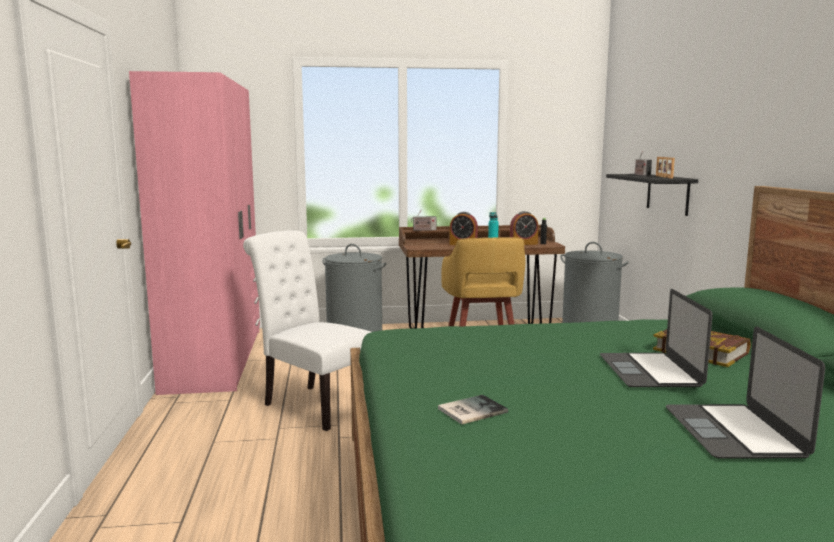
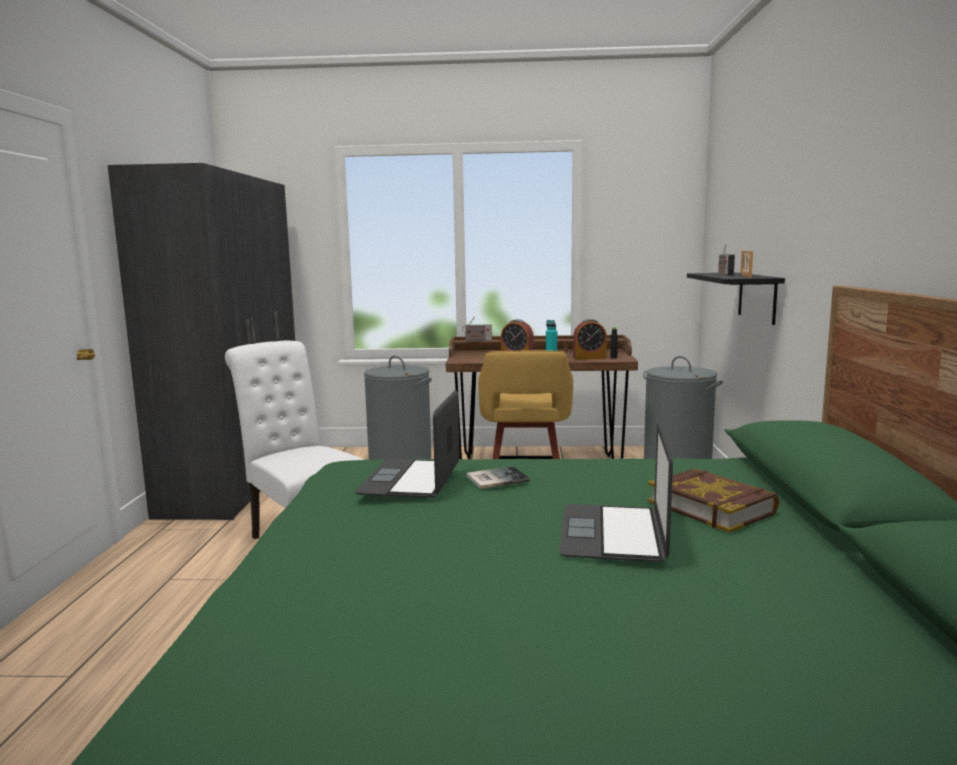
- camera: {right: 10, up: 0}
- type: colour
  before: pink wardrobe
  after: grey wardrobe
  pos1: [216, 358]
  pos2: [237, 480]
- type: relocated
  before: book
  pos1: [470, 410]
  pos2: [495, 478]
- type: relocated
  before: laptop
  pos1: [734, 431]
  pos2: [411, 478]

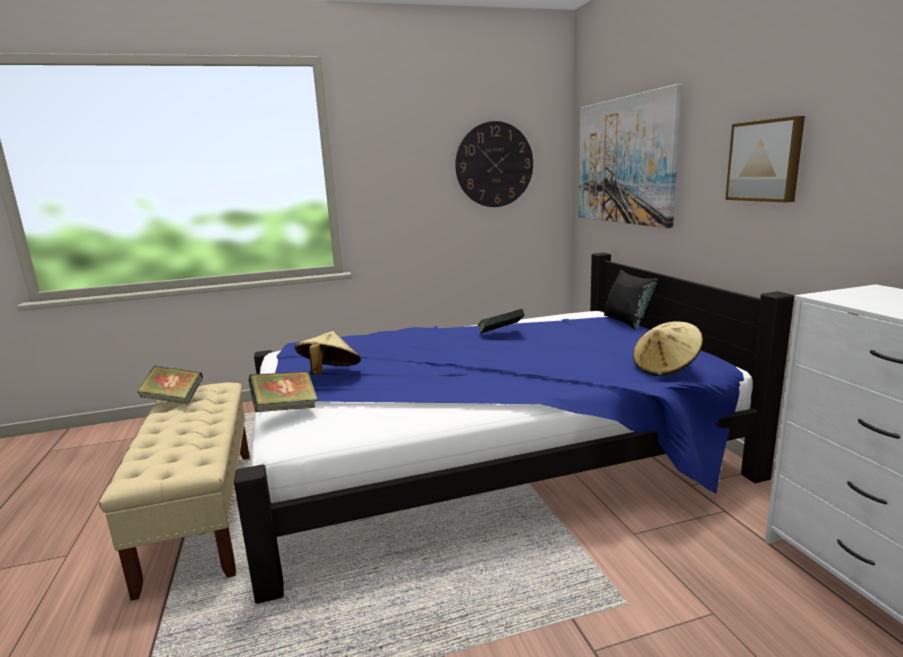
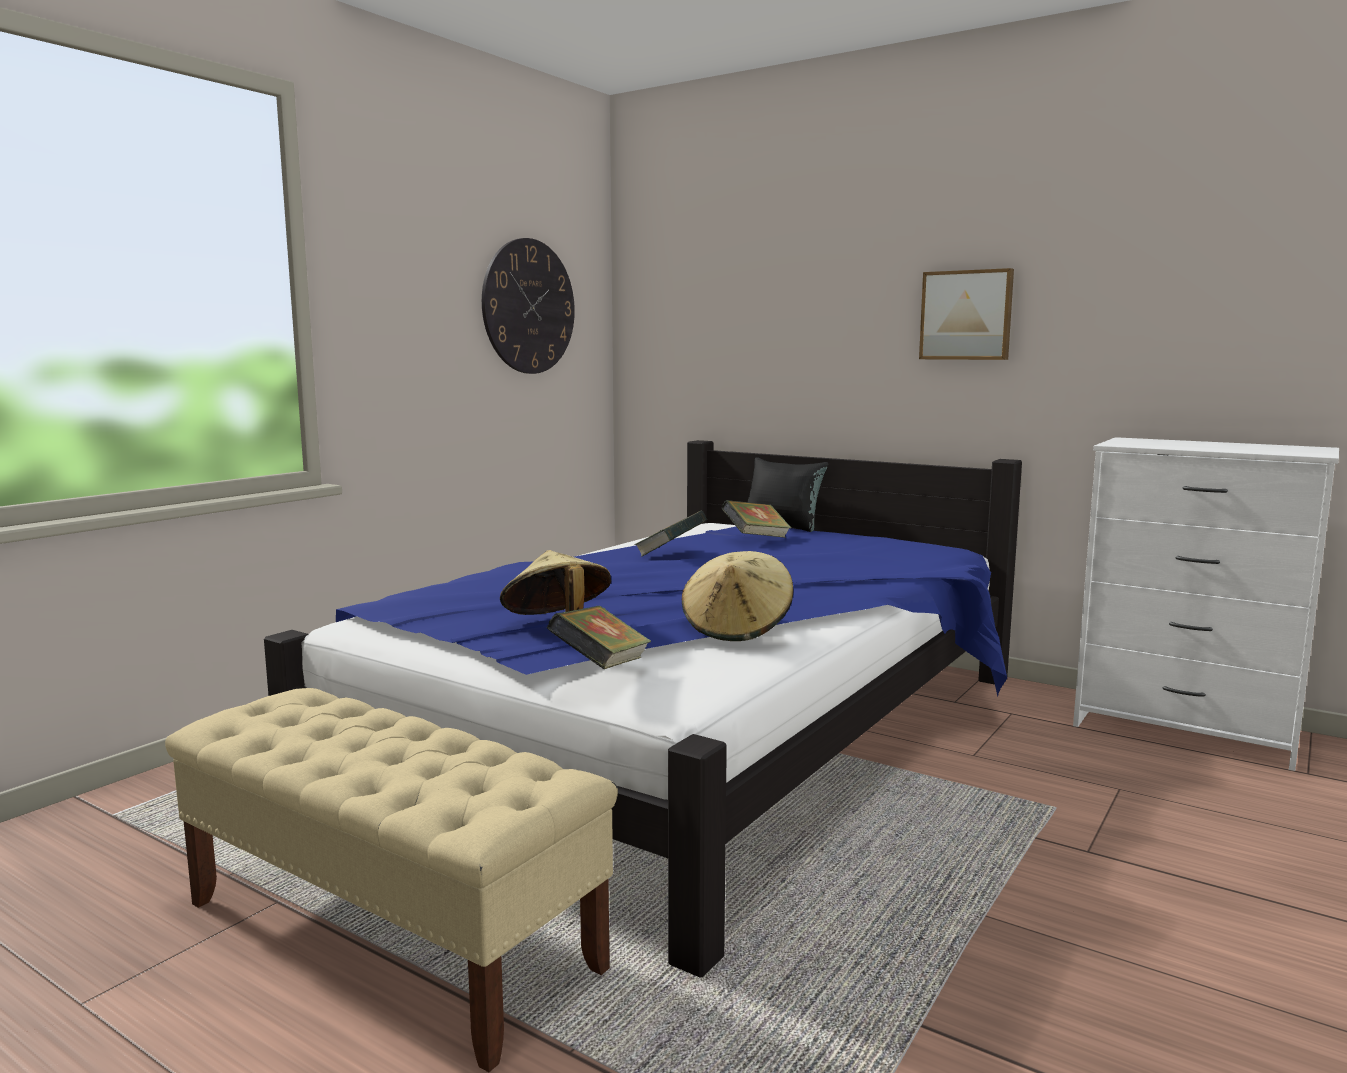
- camera: {right: -40, up: -5}
- type: relocated
  before: book
  pos1: [174, 400]
  pos2: [756, 538]
- type: missing
  before: picture
  pos1: [624, 161]
- type: relocated
  before: beige hat
  pos1: [666, 368]
  pos2: [737, 628]

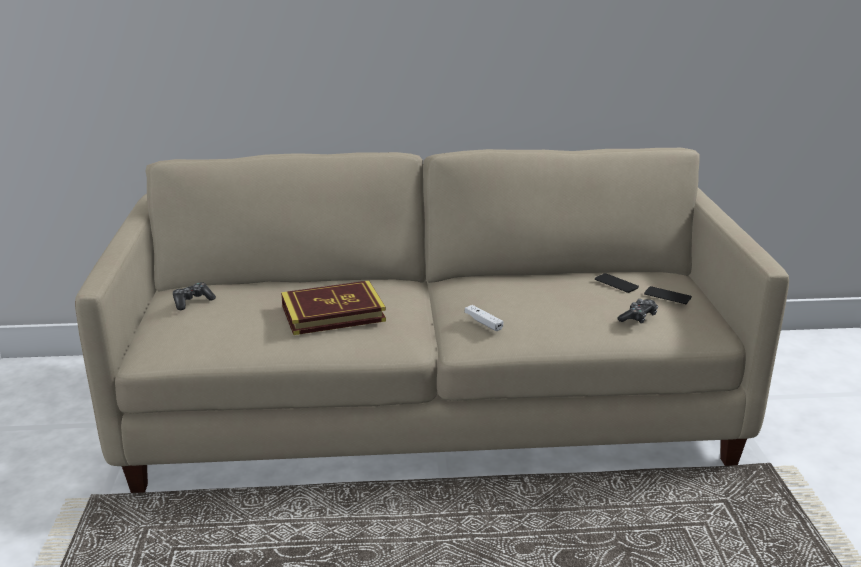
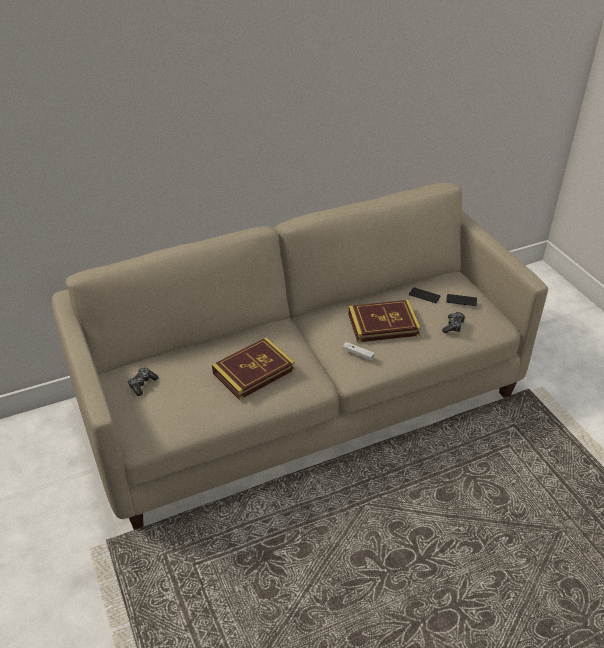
- camera: {right: -20, up: 15}
- type: appeared
  after: book
  pos2: [383, 324]

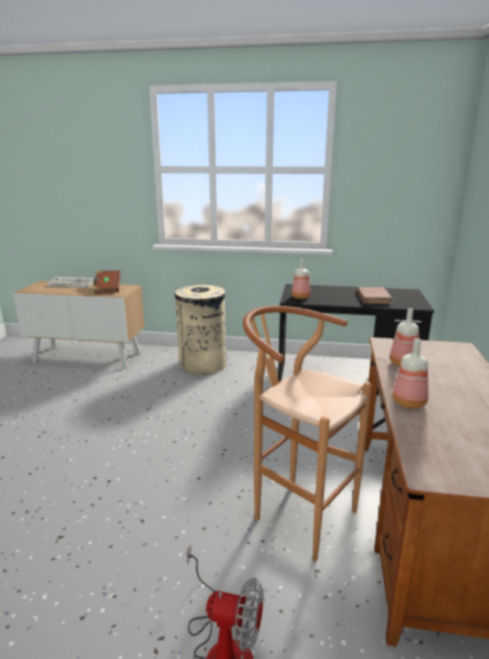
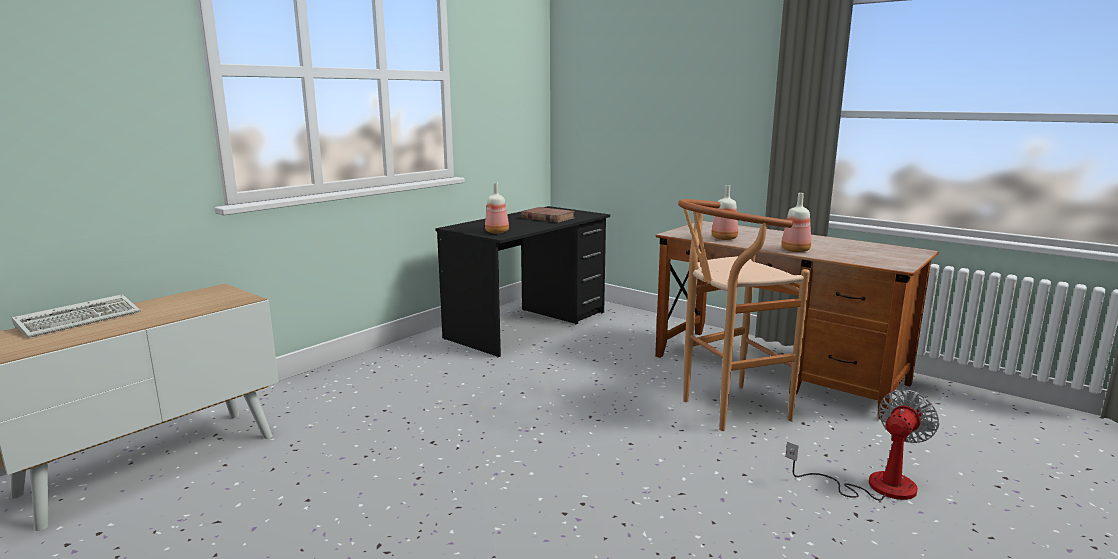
- camera: {right: -60, up: -5}
- type: missing
  before: brown book
  pos1: [107, 289]
- type: missing
  before: beige trash can
  pos1: [202, 364]

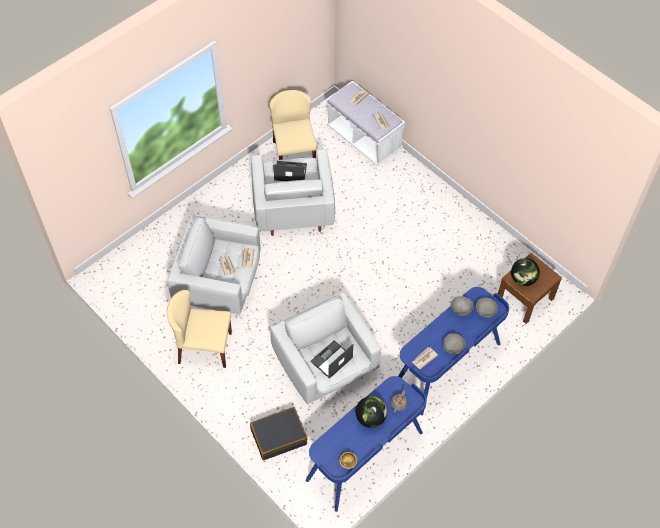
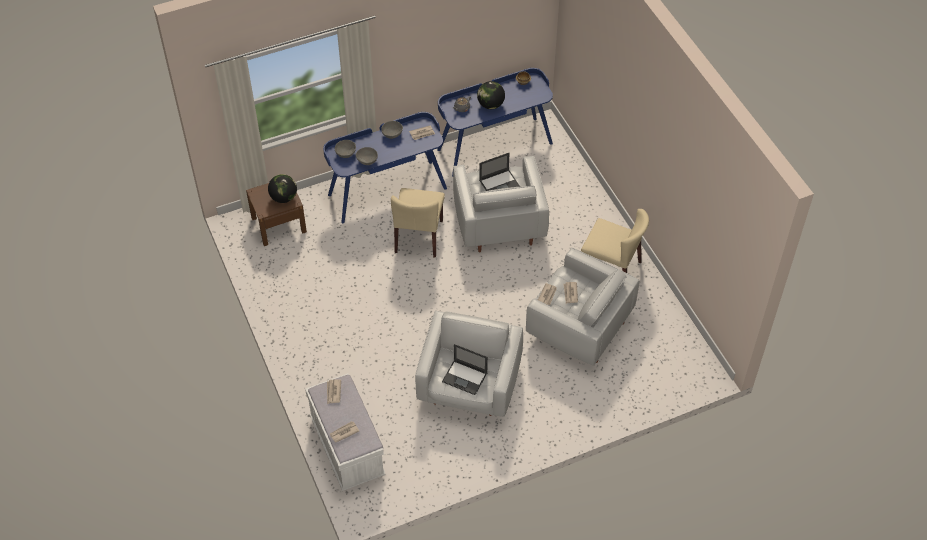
- camera: {right: -160, up: -5}
- type: missing
  before: black suitcase
  pos1: [278, 436]
- type: relocated
  before: beige chair
  pos1: [294, 154]
  pos2: [419, 237]

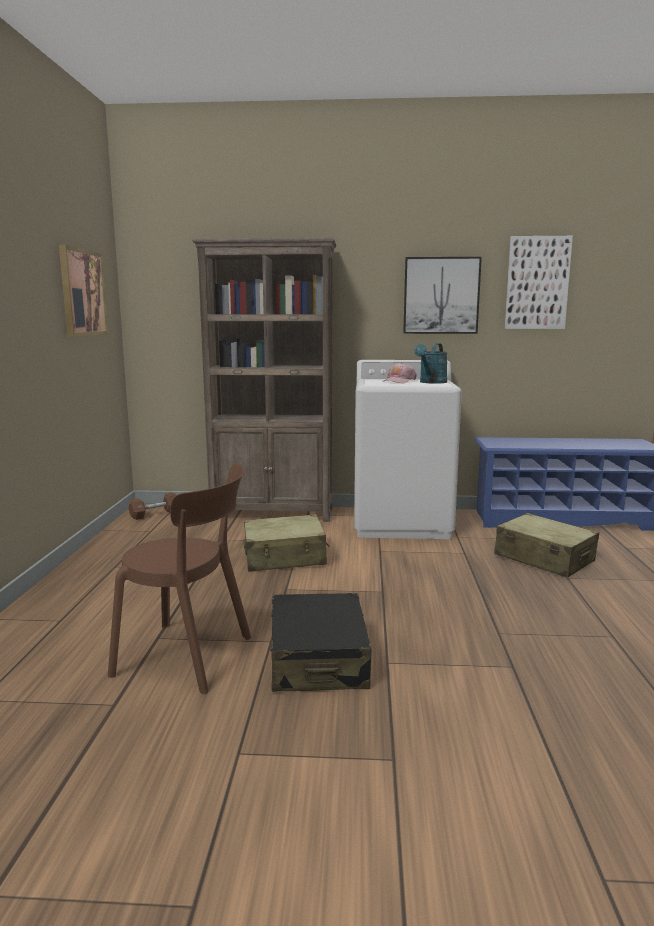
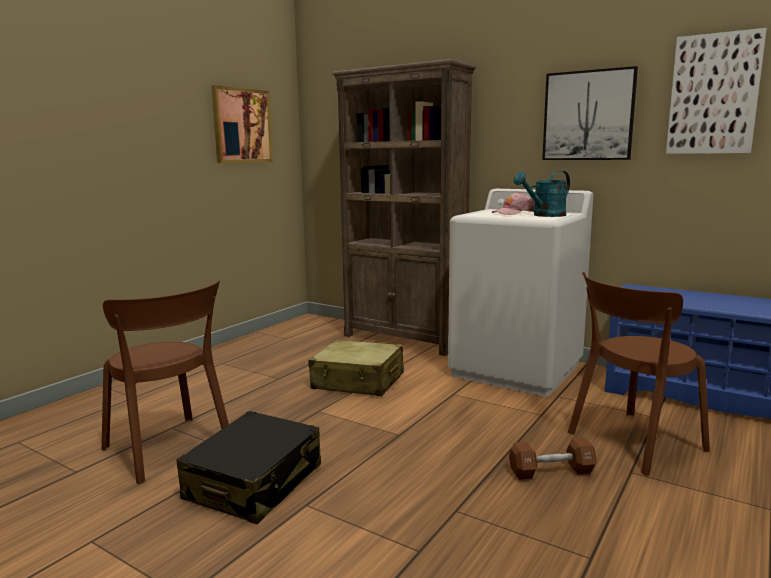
- camera: {right: 30, up: 0}
- type: relocated
  before: brown dumbbell
  pos1: [155, 514]
  pos2: [551, 471]
- type: exchanged
  before: beige suitcase
  after: brown chair
  pos1: [544, 559]
  pos2: [631, 442]

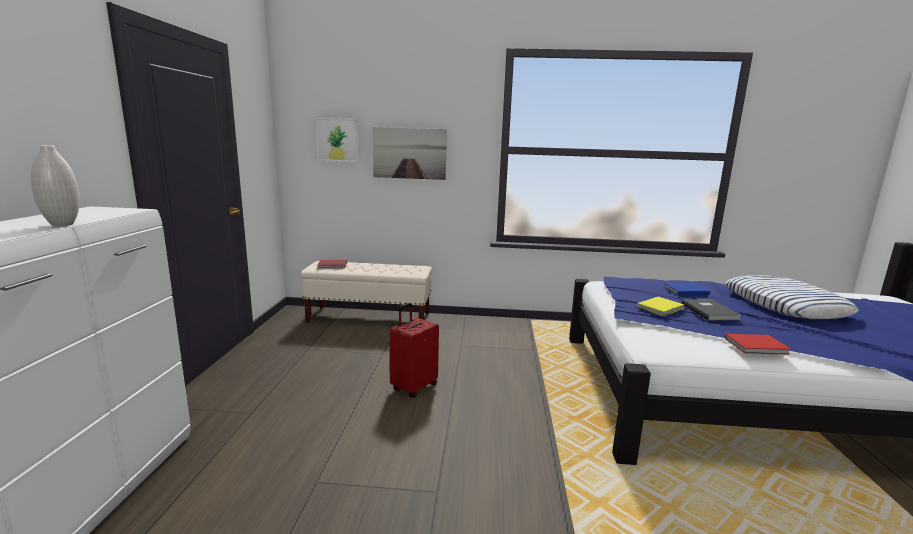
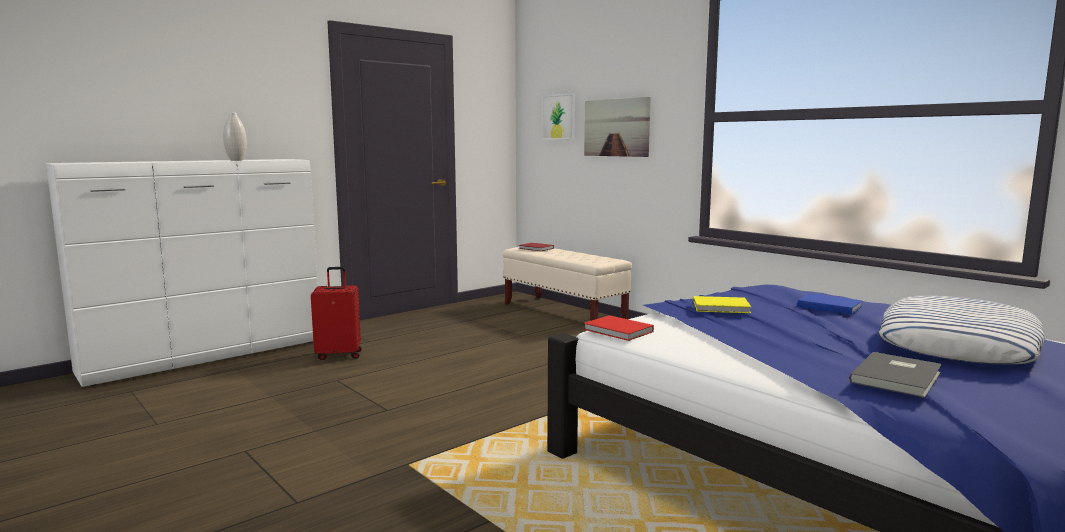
- camera: {right: 45, up: -5}
- type: relocated
  before: red suitcase
  pos1: [413, 387]
  pos2: [339, 355]
- type: relocated
  before: grey book
  pos1: [710, 311]
  pos2: [899, 377]
- type: relocated
  before: red book
  pos1: [758, 346]
  pos2: [619, 331]

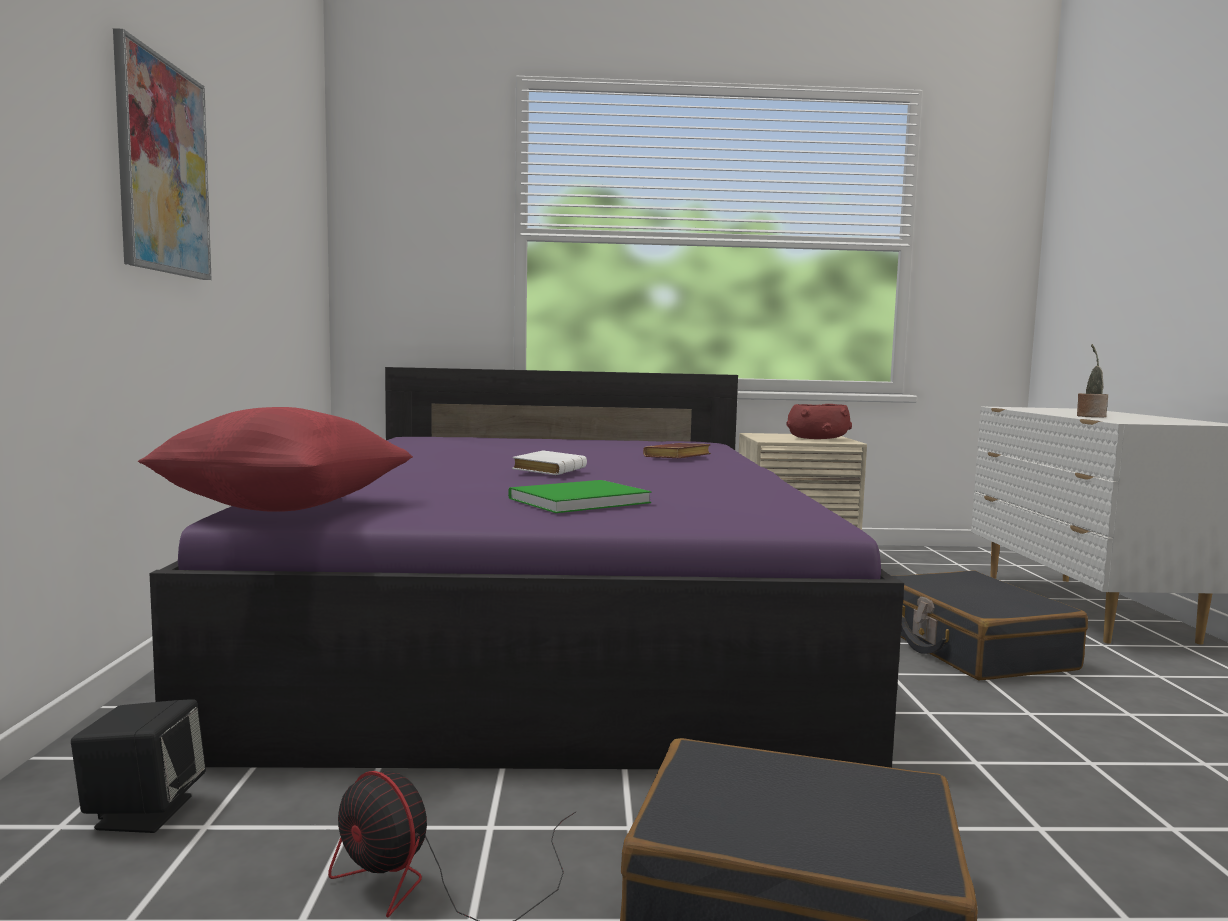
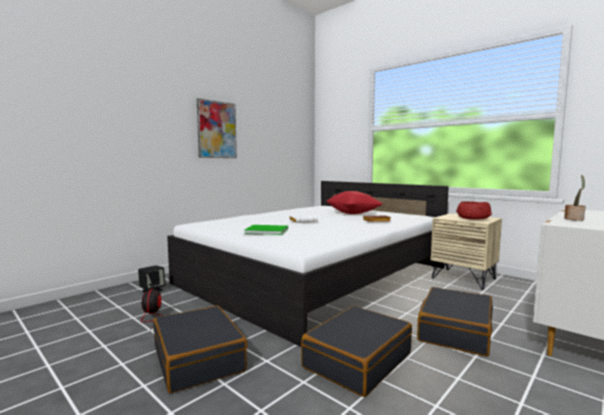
- camera: {right: 45, up: 0}
- type: relocated
  before: red pillow
  pos1: [283, 508]
  pos2: [353, 213]
- type: colour
  before: purple bed
  after: white bed
  pos1: [550, 619]
  pos2: [316, 275]
- type: appeared
  after: black suitcase
  pos2: [357, 360]

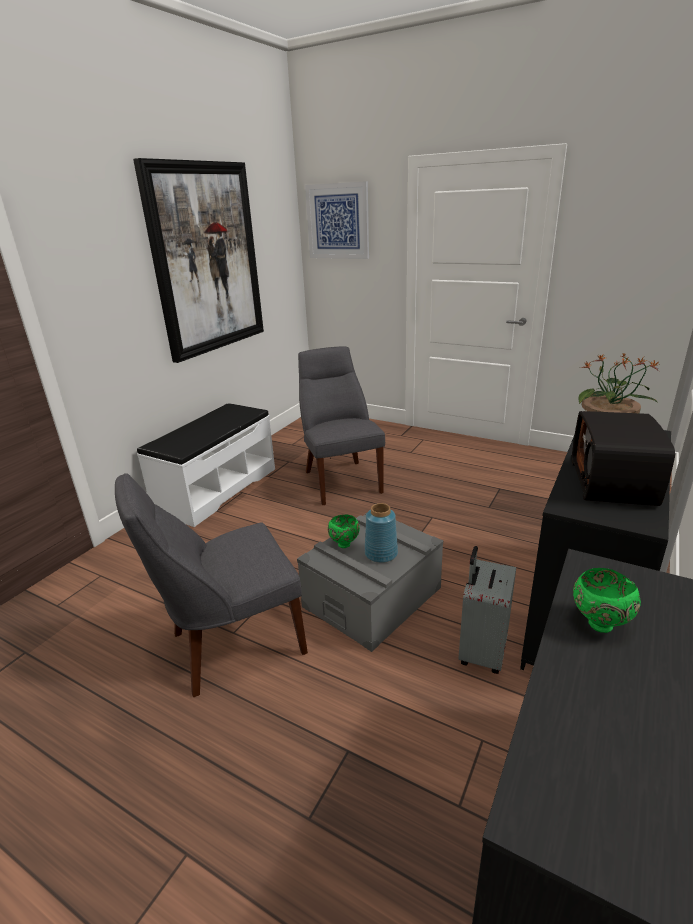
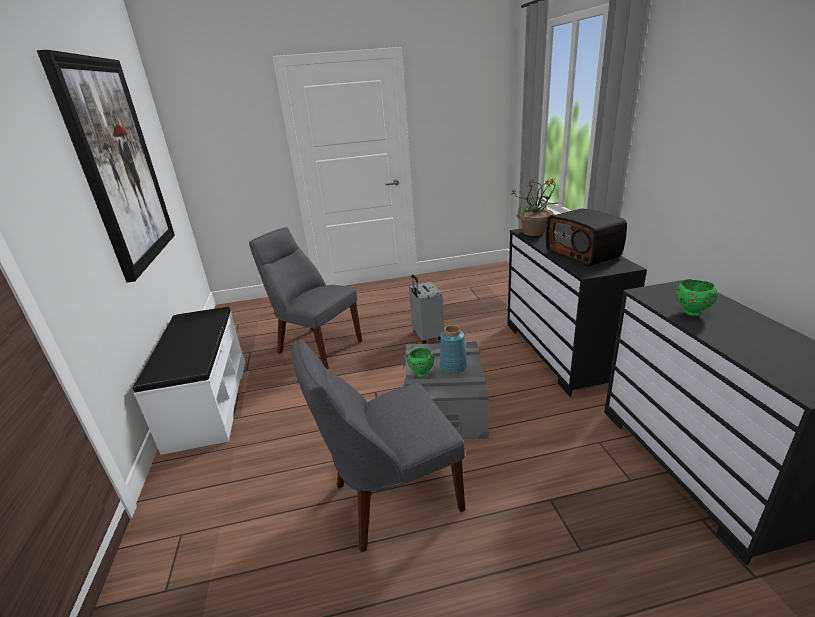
- camera: {right: -40, up: 0}
- type: spun
  before: grey chair
  pos1: [231, 644]
  pos2: [391, 498]
  turn: 45
- type: missing
  before: picture
  pos1: [338, 221]
- type: relocated
  before: grey suitcase
  pos1: [481, 651]
  pos2: [426, 336]

